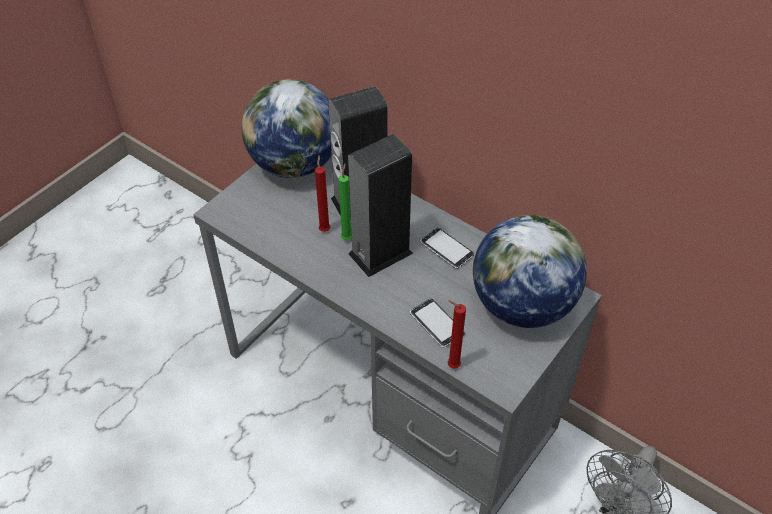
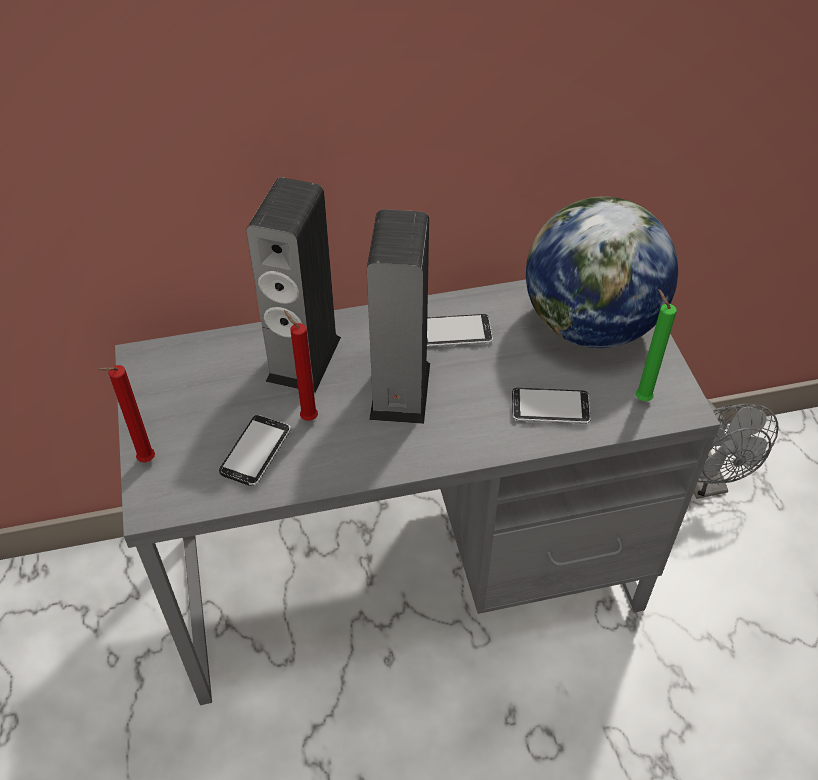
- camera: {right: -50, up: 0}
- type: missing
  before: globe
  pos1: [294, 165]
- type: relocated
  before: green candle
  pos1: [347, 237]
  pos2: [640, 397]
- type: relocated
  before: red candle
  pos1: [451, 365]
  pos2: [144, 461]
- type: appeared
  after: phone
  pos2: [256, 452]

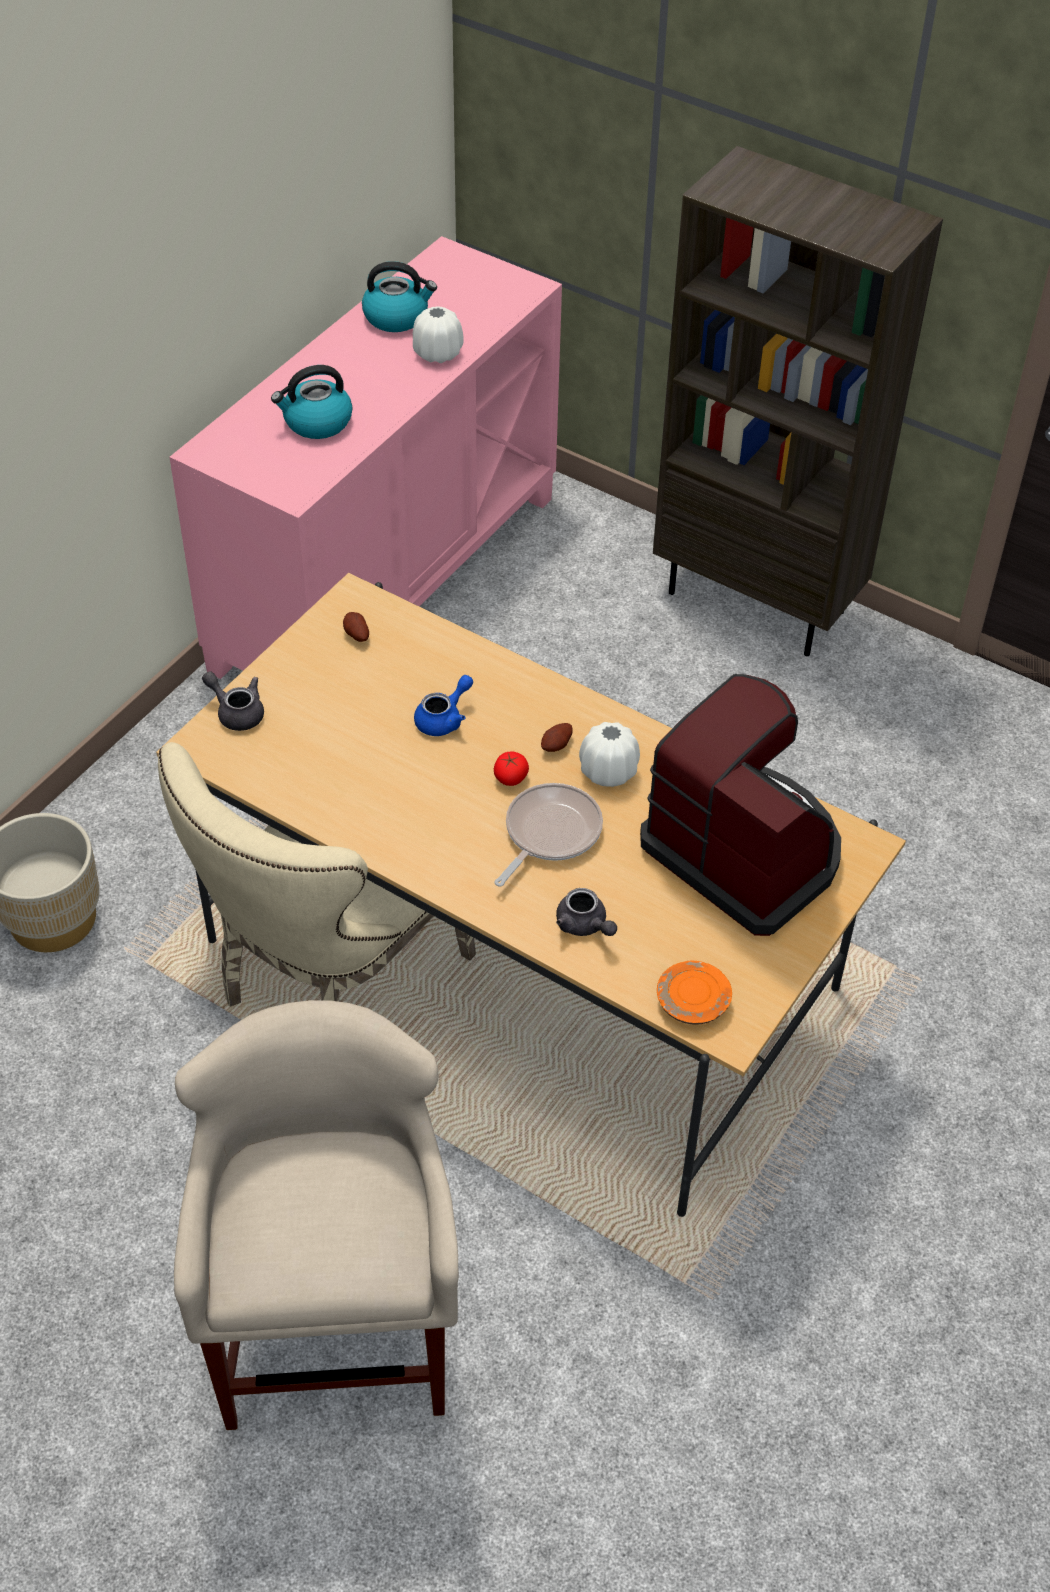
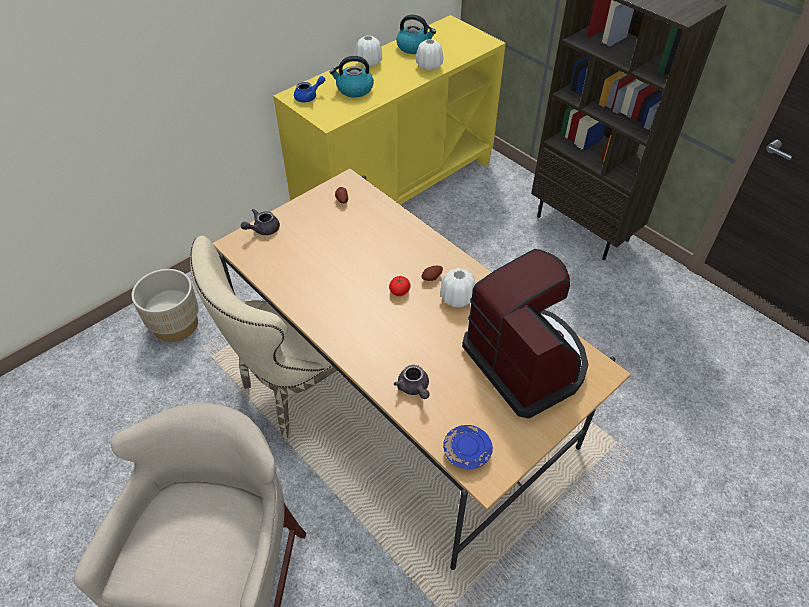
- camera: {right: 15, up: 0}
- type: colour
  before: pink cabinet
  after: yellow cabinet
  pos1: [385, 581]
  pos2: [395, 188]
- type: spun
  before: grey teapot
  pos1: [236, 712]
  pos2: [262, 229]
  turn: -90
- type: relocated
  before: blue teapot
  pos1: [444, 719]
  pos2: [309, 97]
- type: missing
  before: frying pan
  pos1: [549, 833]
- type: colour
  before: orange plate
  after: blue plate
  pos1: [693, 1001]
  pos2: [467, 452]
- type: appeared
  after: white vase
  pos2: [369, 62]

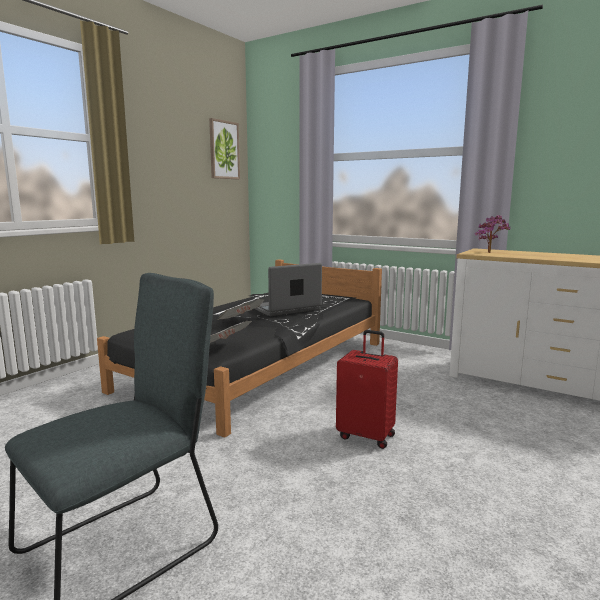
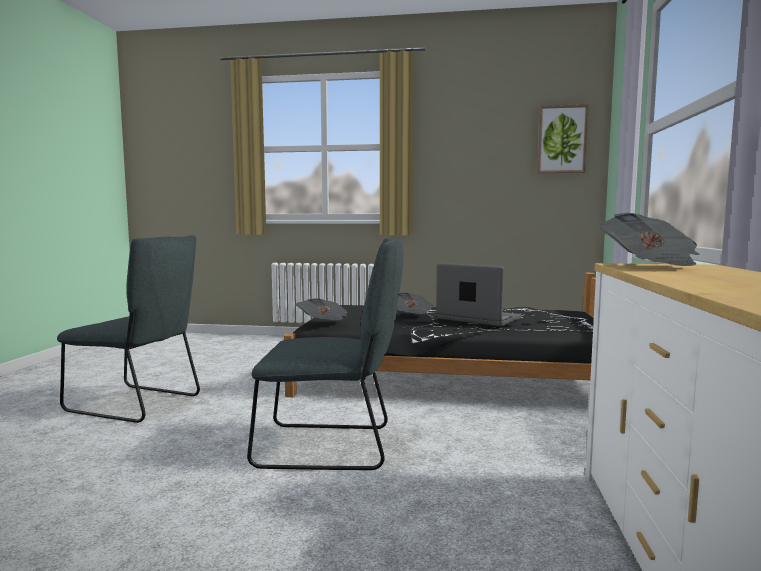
- camera: {right: 65, up: -5}
- type: exchanged
  before: red suitcase
  after: grey chair
  pos1: [366, 436]
  pos2: [331, 447]
- type: exchanged
  before: potted plant
  after: newspaper
  pos1: [491, 253]
  pos2: [650, 267]

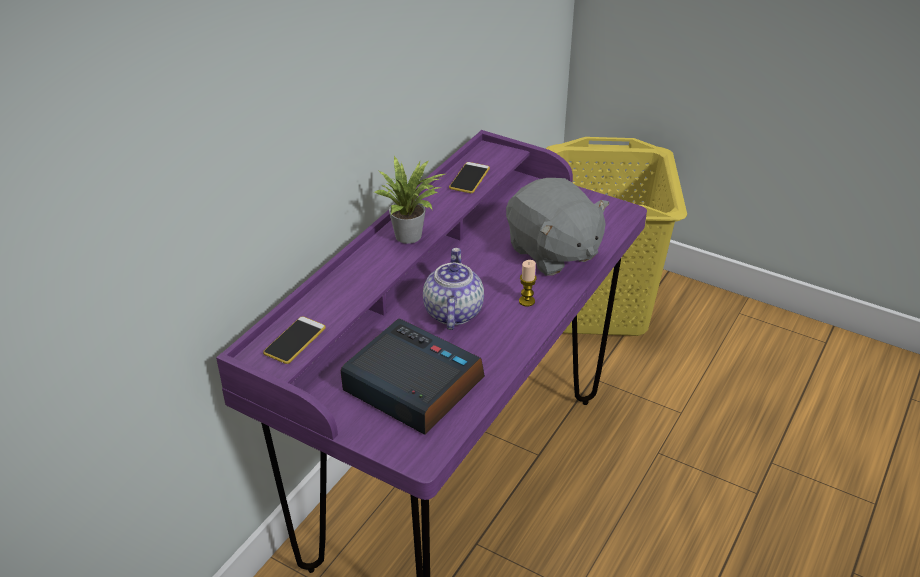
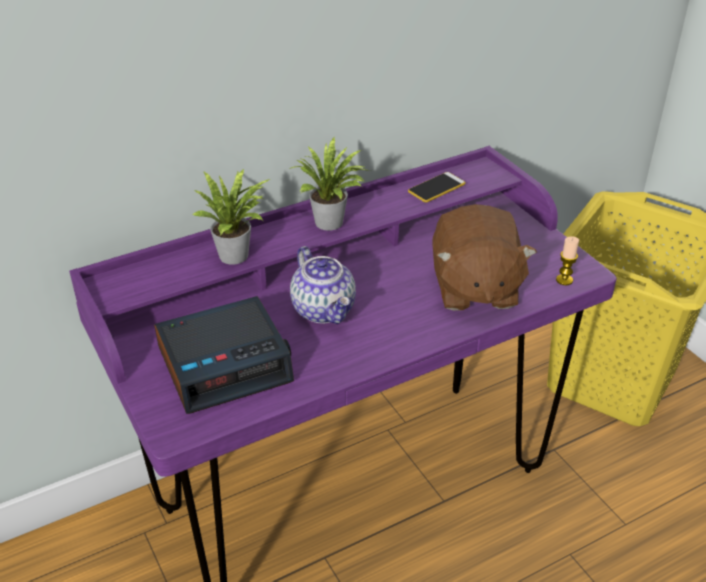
- camera: {right: 30, up: 0}
- type: missing
  before: phone
  pos1: [294, 340]
- type: spun
  before: alarm clock
  pos1: [411, 386]
  pos2: [225, 363]
  turn: 90
- type: spun
  before: teapot
  pos1: [452, 312]
  pos2: [324, 310]
  turn: 120
- type: colour
  before: grey plush toy
  after: brown plush toy
  pos1: [552, 252]
  pos2: [474, 288]
- type: relocated
  before: candle
  pos1: [526, 301]
  pos2: [564, 280]
- type: appeared
  after: potted plant
  pos2: [238, 255]

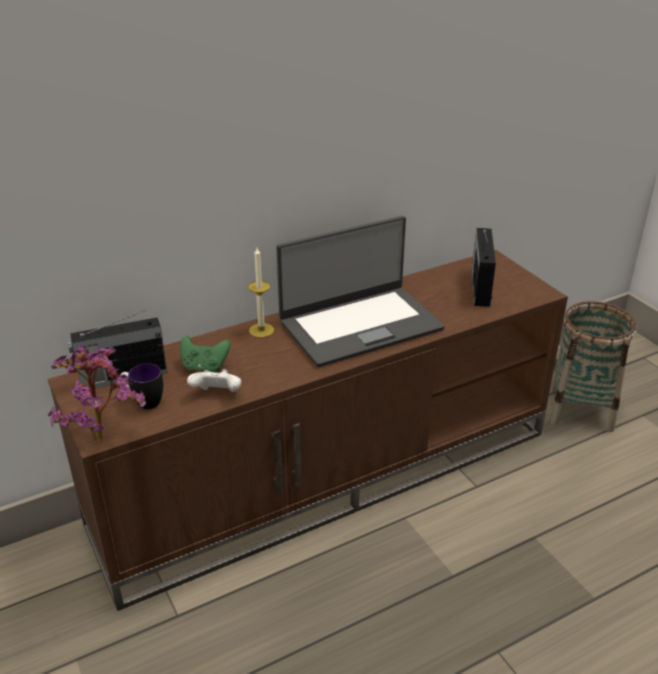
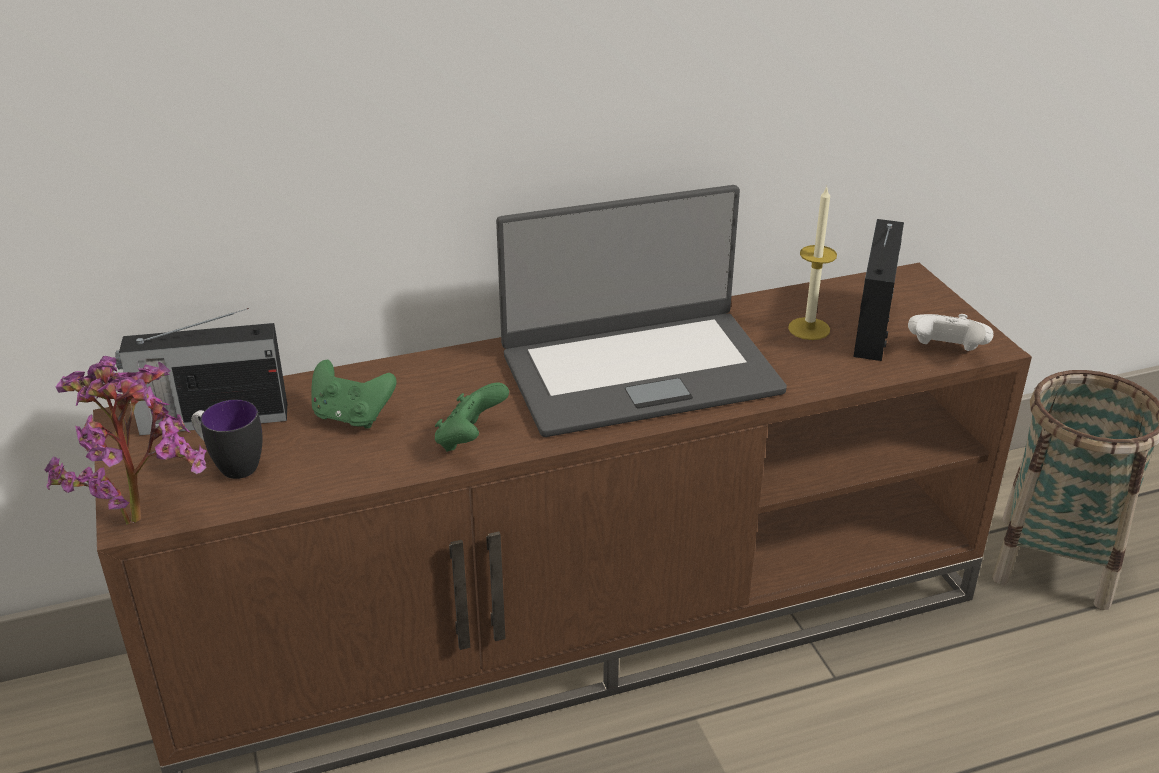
- camera: {right: 10, up: 0}
- type: relocated
  before: white game controller
  pos1: [218, 394]
  pos2: [945, 353]
- type: relocated
  before: candle
  pos1: [261, 330]
  pos2: [809, 329]
- type: appeared
  after: green game controller
  pos2: [470, 440]

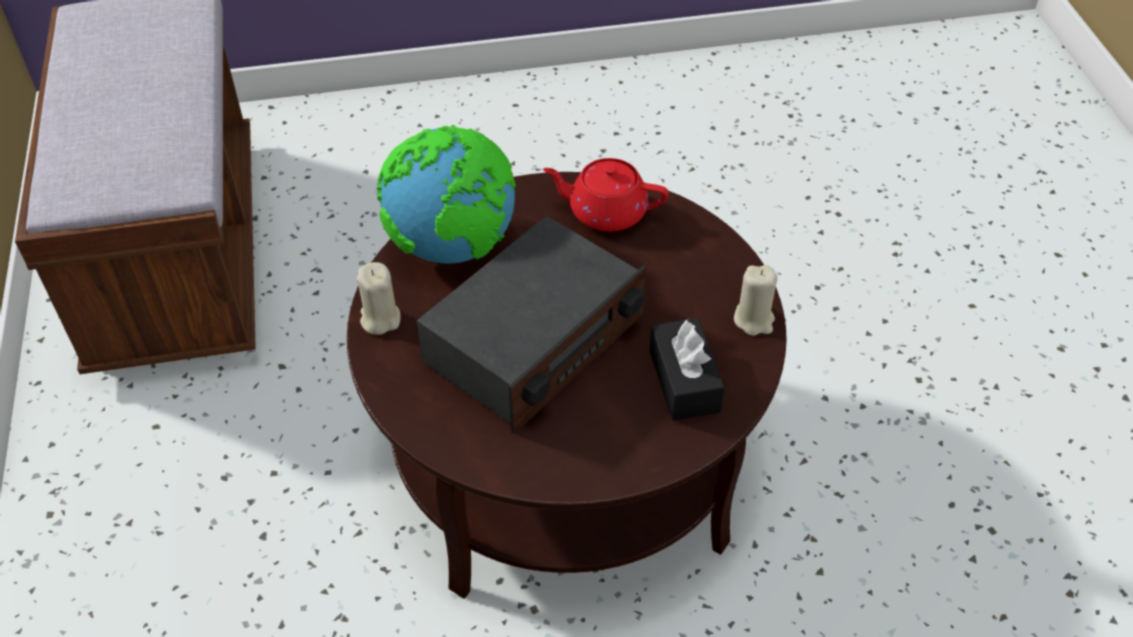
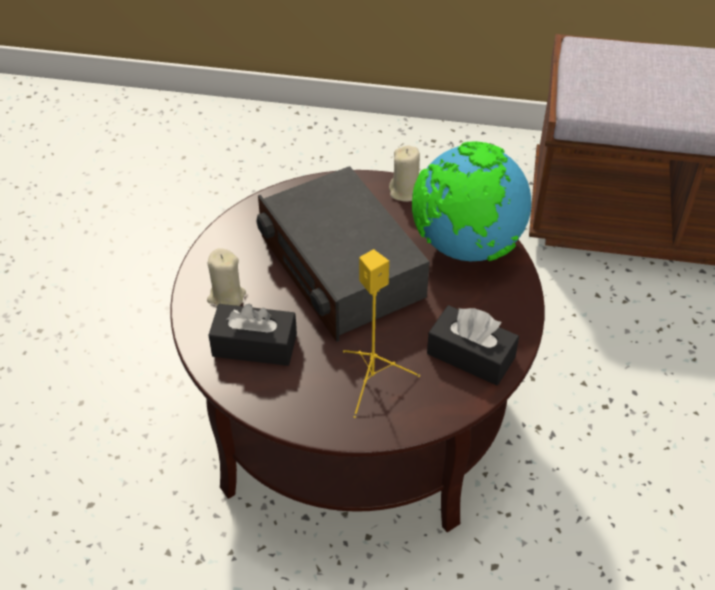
- camera: {right: 110, up: 0}
- type: exchanged
  before: red teapot
  after: black tissue box
  pos1: [605, 212]
  pos2: [471, 355]
- type: relocated
  before: beige candle
  pos1: [754, 320]
  pos2: [226, 297]
- type: appeared
  after: yellow speaker
  pos2: [373, 380]

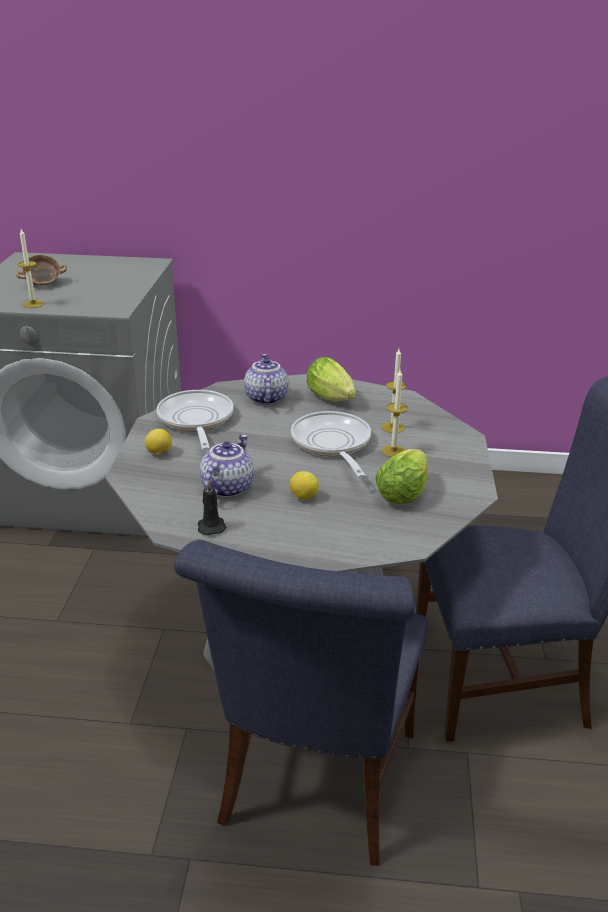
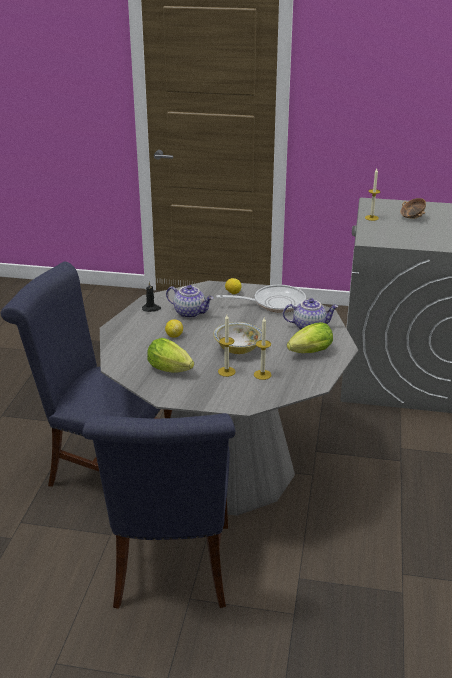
- camera: {right: 95, up: 0}
- type: exchanged
  before: frying pan
  after: bowl
  pos1: [332, 444]
  pos2: [238, 349]

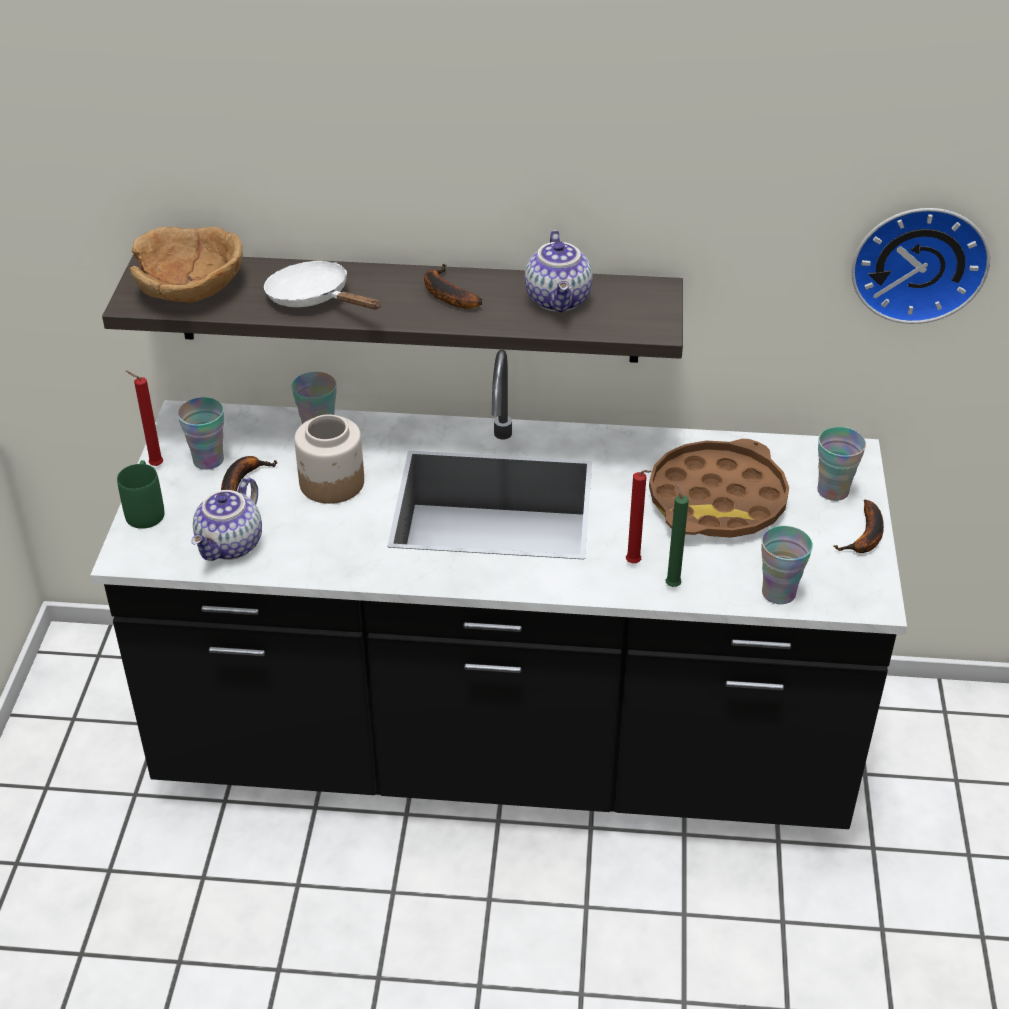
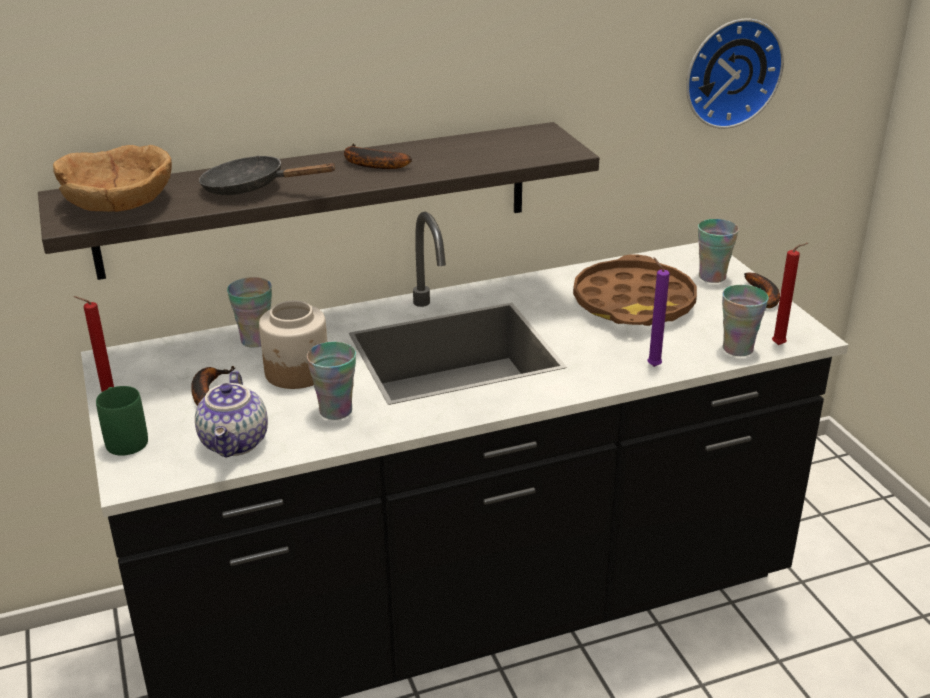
- camera: {right: -25, up: -10}
- type: relocated
  before: cup
  pos1: [208, 460]
  pos2: [336, 411]
- type: colour
  before: white frying pan
  after: black frying pan
  pos1: [315, 299]
  pos2: [252, 188]
- type: missing
  before: teapot
  pos1: [559, 300]
- type: relocated
  before: red candle
  pos1: [635, 564]
  pos2: [781, 345]
- type: colour
  before: green candle
  after: purple candle
  pos1: [671, 584]
  pos2: [652, 365]

